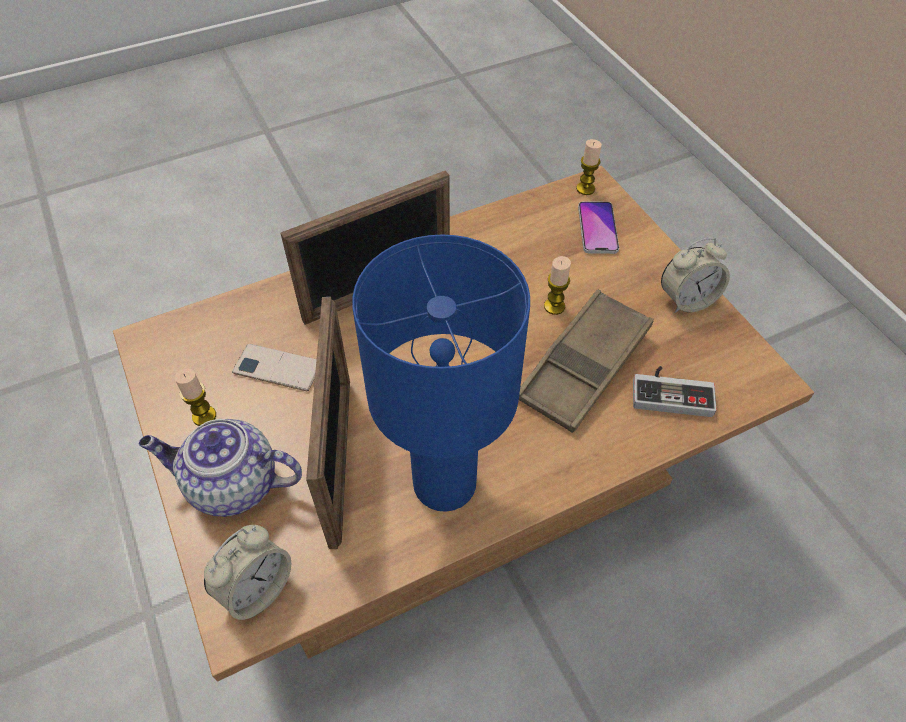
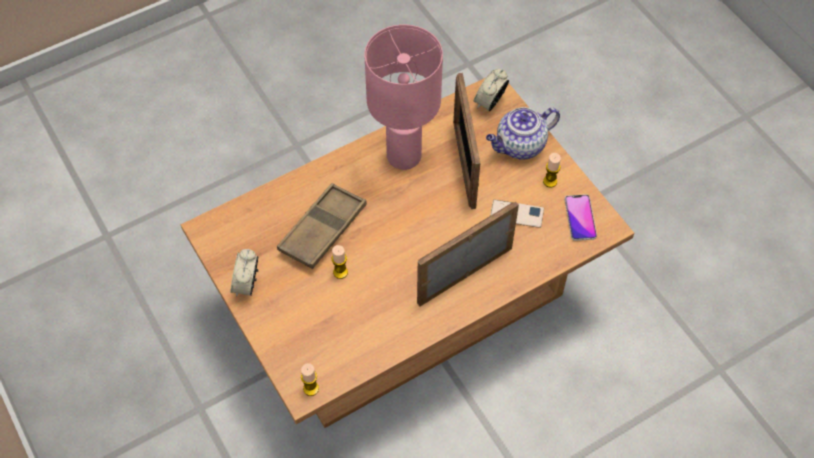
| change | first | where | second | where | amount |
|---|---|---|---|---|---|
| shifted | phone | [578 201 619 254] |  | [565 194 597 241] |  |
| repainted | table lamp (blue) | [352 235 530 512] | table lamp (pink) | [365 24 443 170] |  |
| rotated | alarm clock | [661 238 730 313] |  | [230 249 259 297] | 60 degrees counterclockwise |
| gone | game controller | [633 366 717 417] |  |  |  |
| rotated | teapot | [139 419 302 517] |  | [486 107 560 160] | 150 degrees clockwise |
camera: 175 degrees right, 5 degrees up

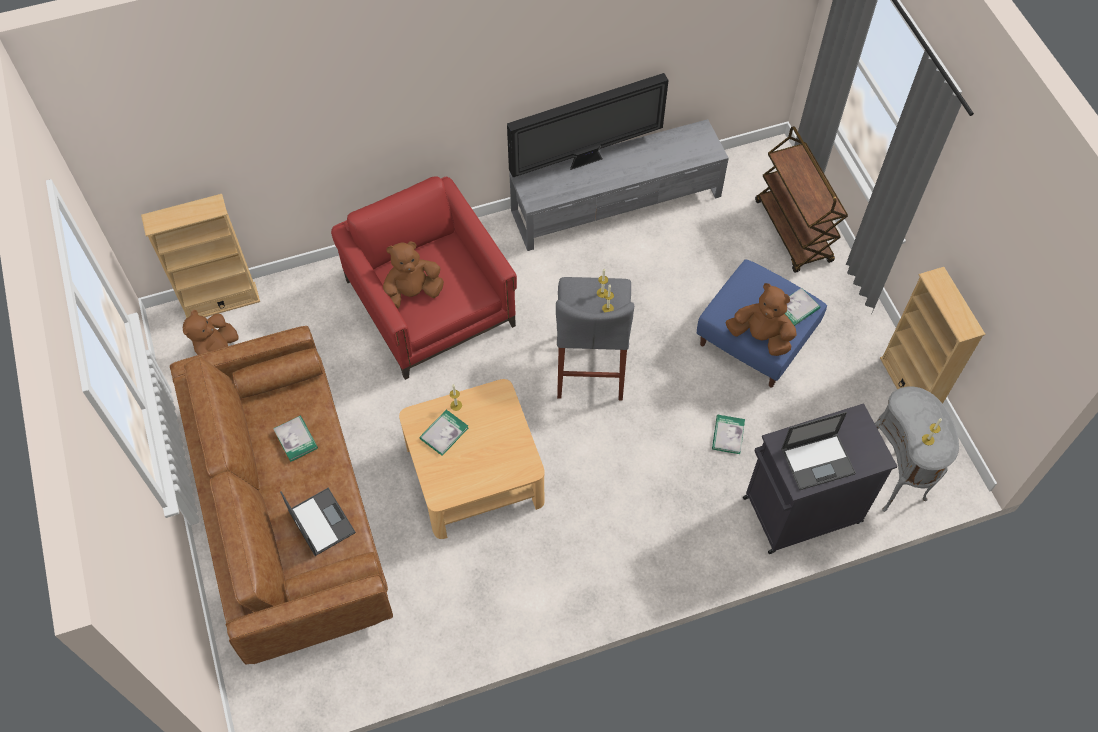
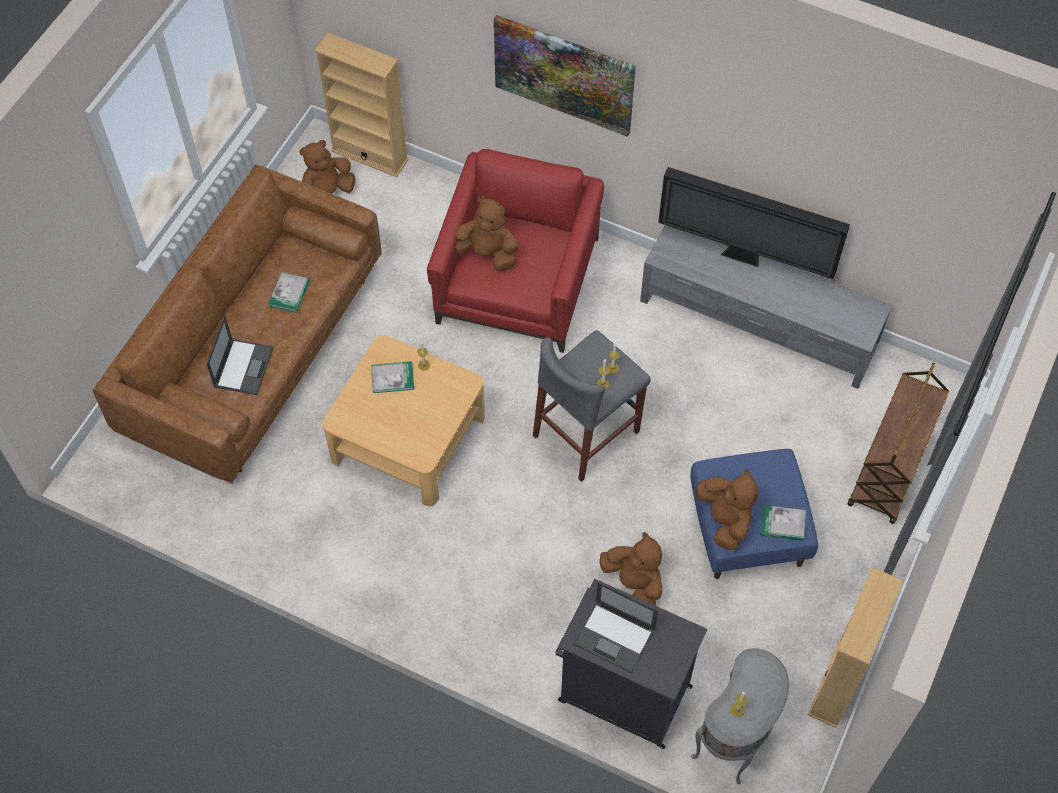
| change | first | where | second | where | amount |
|---|---|---|---|---|---|
| swapped | book | [712 415 745 454] | plush toy (brown) | [599 532 662 606] |  |
| new |  |  | picture | [494 15 636 137] |  |
camera: 45 degrees right, 0 degrees up

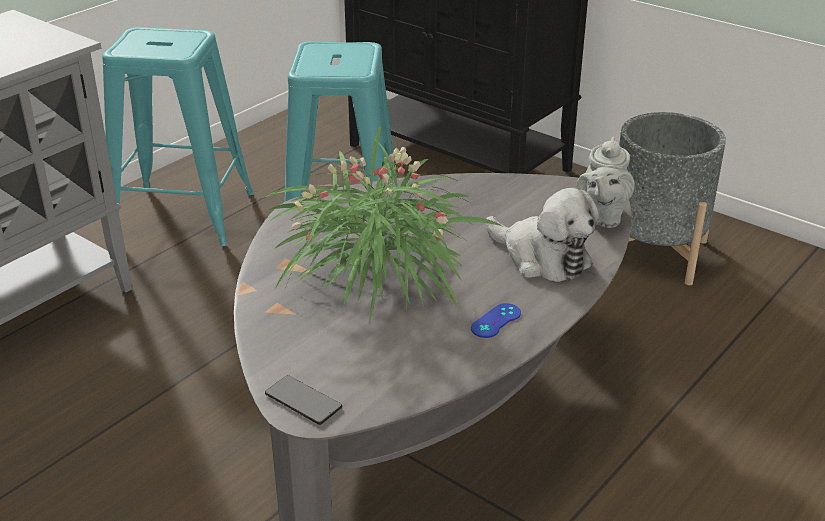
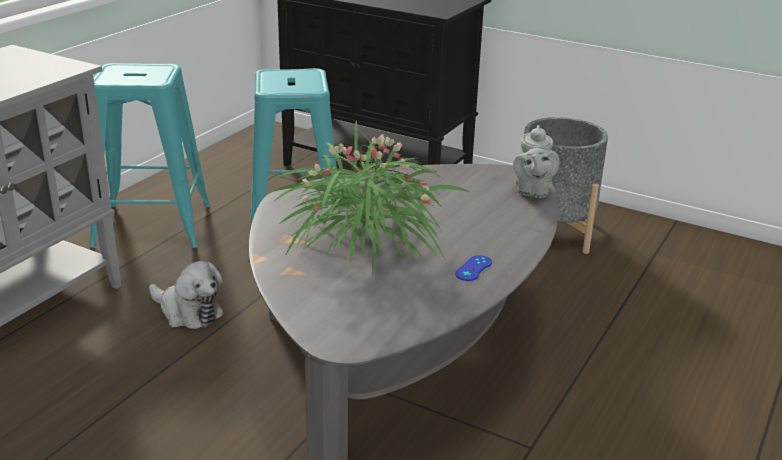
| change | first | where | second | where | amount |
|---|---|---|---|---|---|
| shifted | plush toy | [486 188 599 282] |  | [149 261 224 329] |  |
| gone | phone | [265 375 342 425] |  |  |  |
camera: 10 degrees left, 5 degrees down

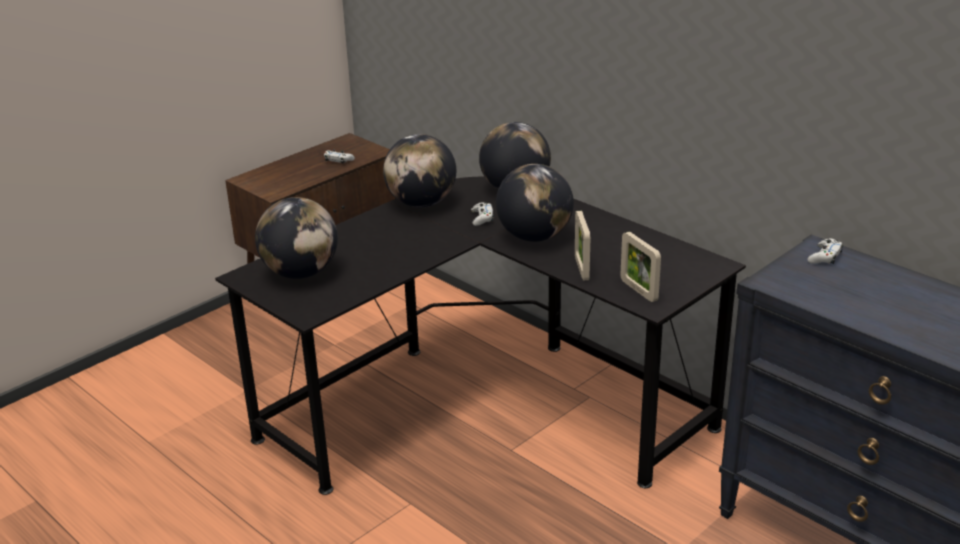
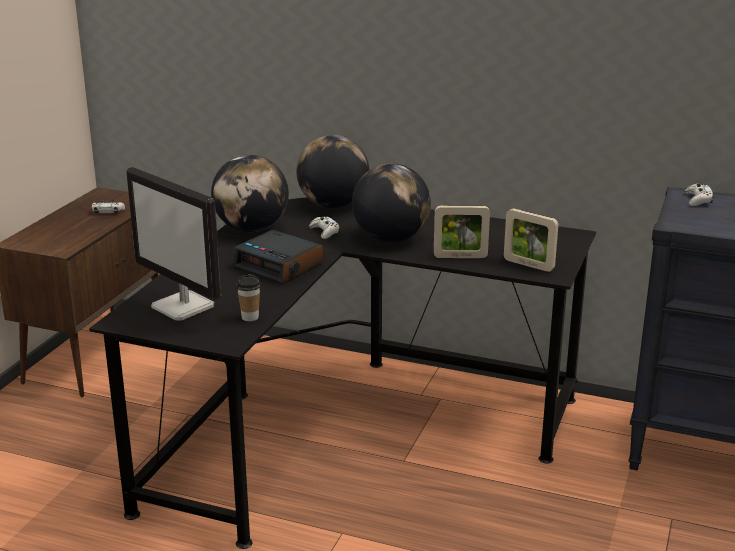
| change | first | where | second | where | amount |
|---|---|---|---|---|---|
| swapped | globe | [255 197 338 279] | monitor | [126 167 221 321] |  |
| rotated | picture frame | [575 211 590 281] |  | [434 206 490 258] | 60 degrees counterclockwise |
| new |  |  | alarm clock | [233 230 323 284] |  |
| new |  |  | cup | [236 275 261 321] |  |
camera: 25 degrees left, 5 degrees down

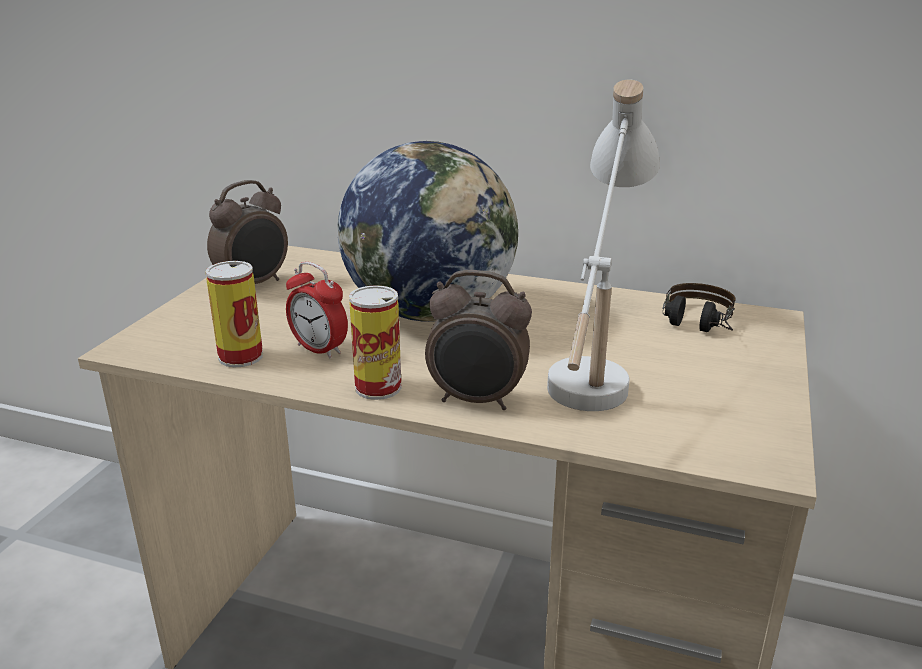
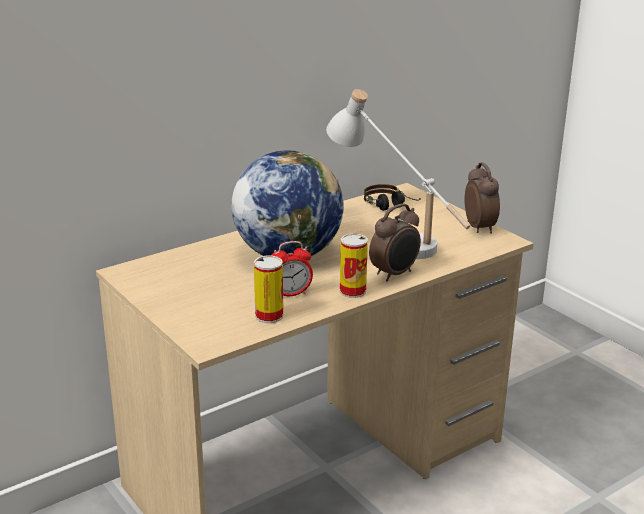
| change | first | where | second | where | amount |
|---|---|---|---|---|---|
| shifted | alarm clock | [207 180 288 284] |  | [465 162 500 234] |  |
camera: 55 degrees left, 0 degrees up

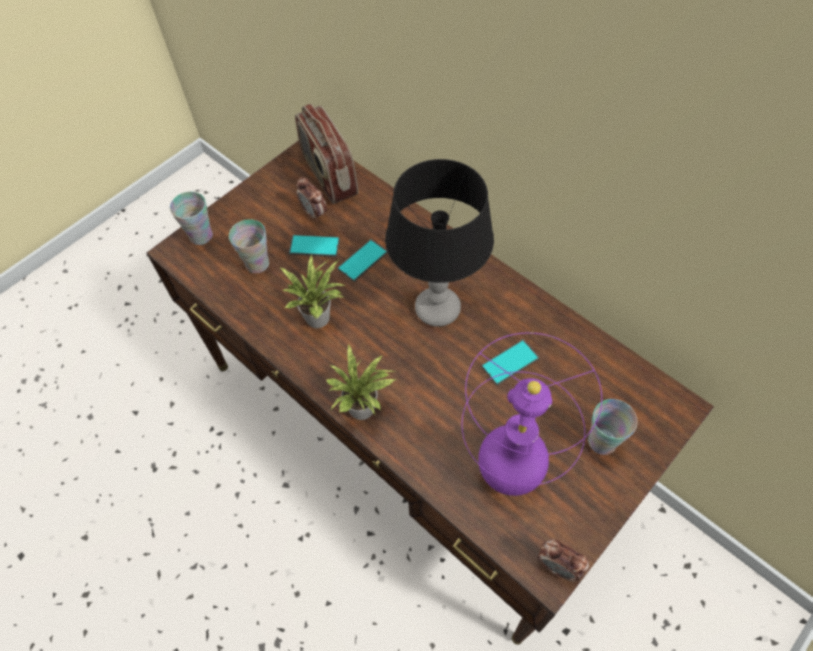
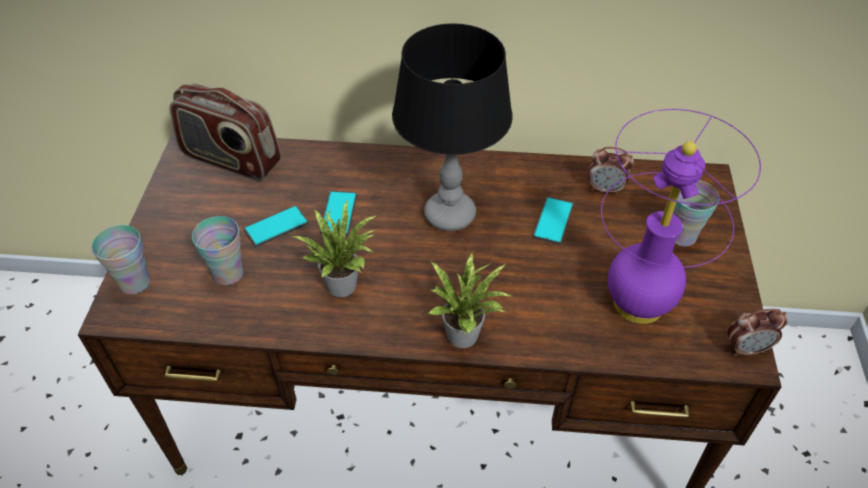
| change | first | where | second | where | amount |
|---|---|---|---|---|---|
| shifted | alarm clock | [297 177 327 222] |  | [588 147 634 195] |  |
camera: 40 degrees left, 10 degrees down

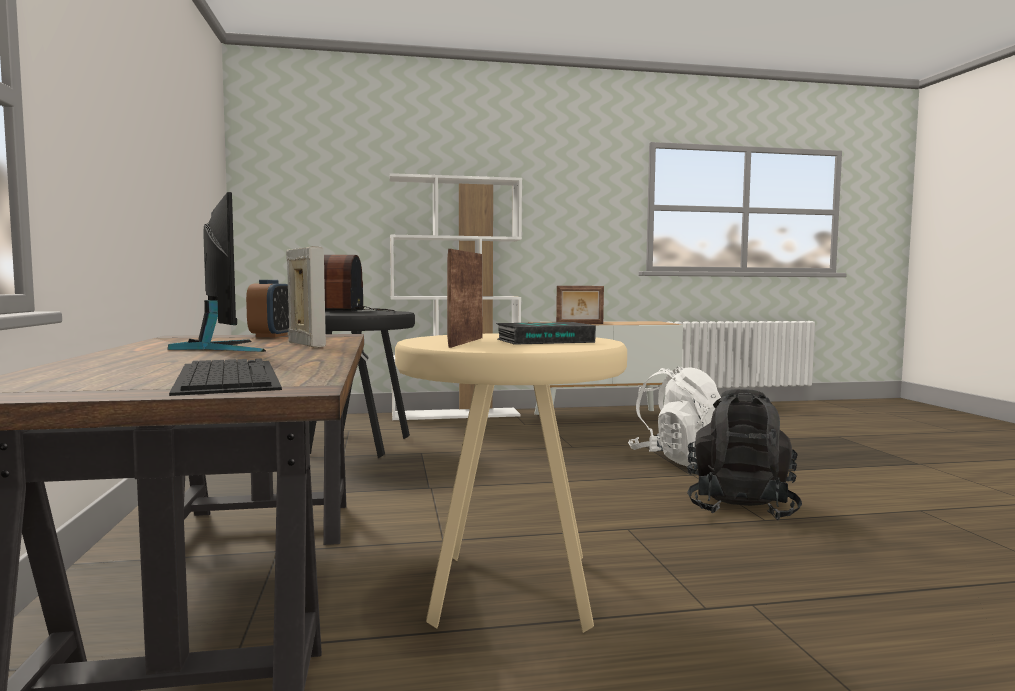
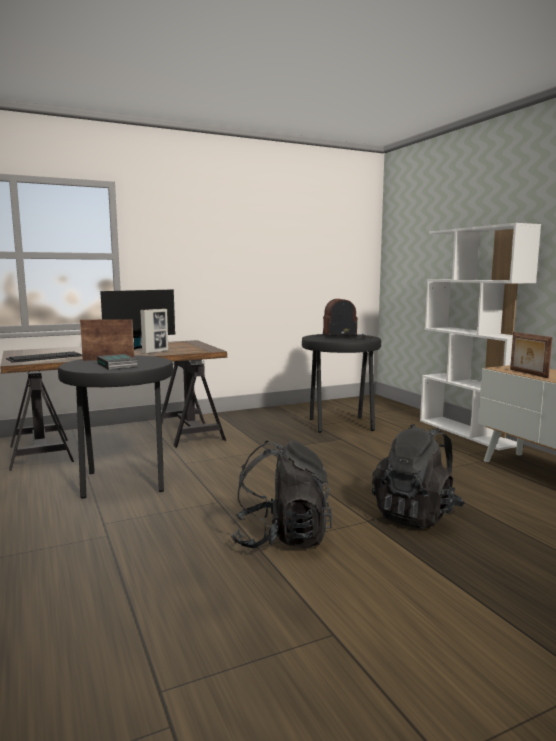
| change | first | where | second | where | amount |
|---|---|---|---|---|---|
| gone | alarm clock | [246 280 289 337] |  |  |  |
| repainted | stool (beige) | [395 334 627 633] | stool (black) | [58 356 173 499] |  |
| repainted | backpack (white) | [628 366 721 467] | backpack (black) | [372 424 465 529] |  |
camera: 75 degrees right, 5 degrees up

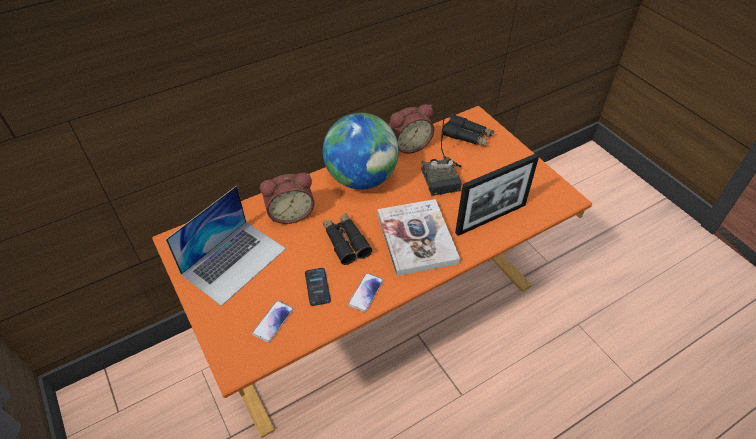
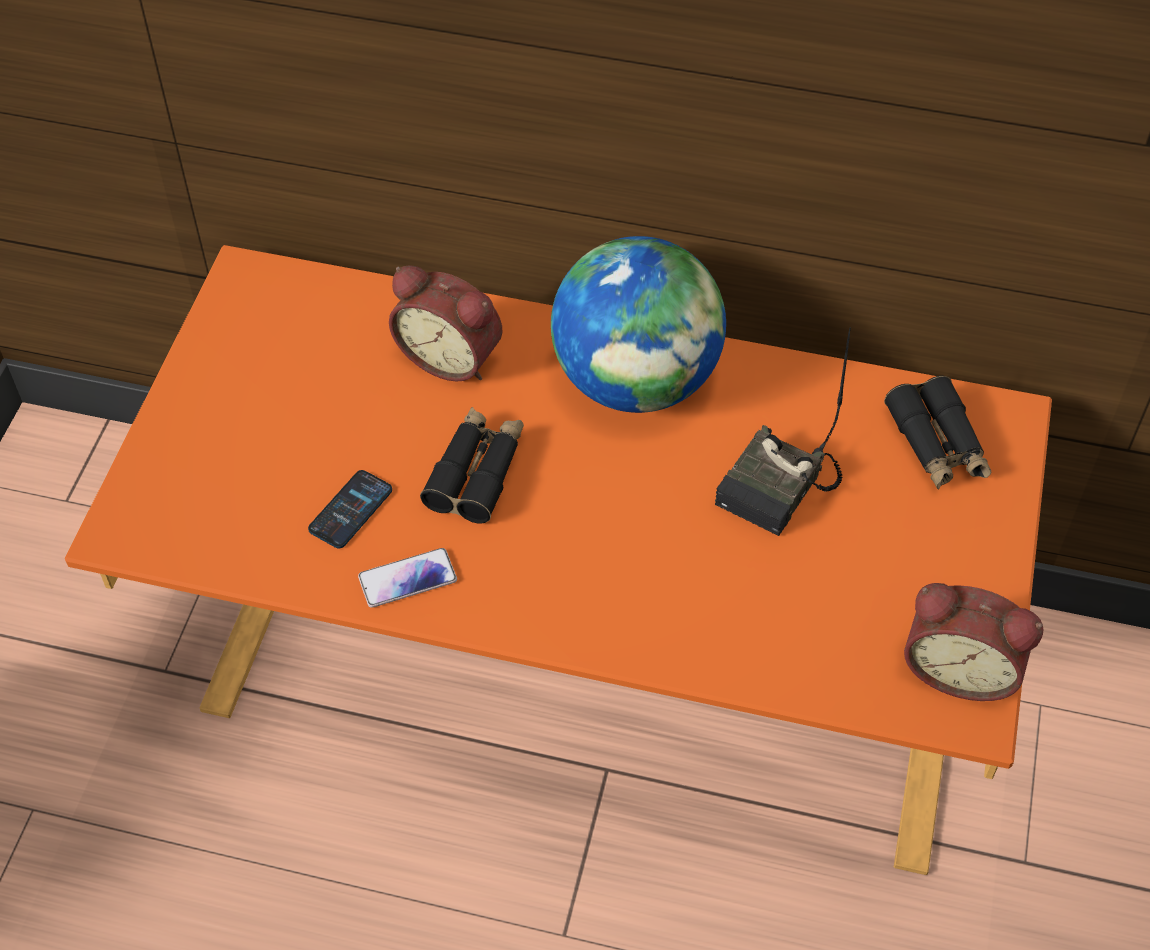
| change | first | where | second | where | amount |
|---|---|---|---|---|---|
| shifted | alarm clock | [389 104 434 154] |  | [904 583 1043 701] |  |
| gone | picture frame | [455 153 539 236] |  |  |  |
| gone | laptop | [166 186 286 306] |  |  |  |
| gone | book | [377 199 460 276] |  |  |  |
| gone | phone | [252 300 294 343] |  |  |  |
camera: 45 degrees right, 5 degrees up

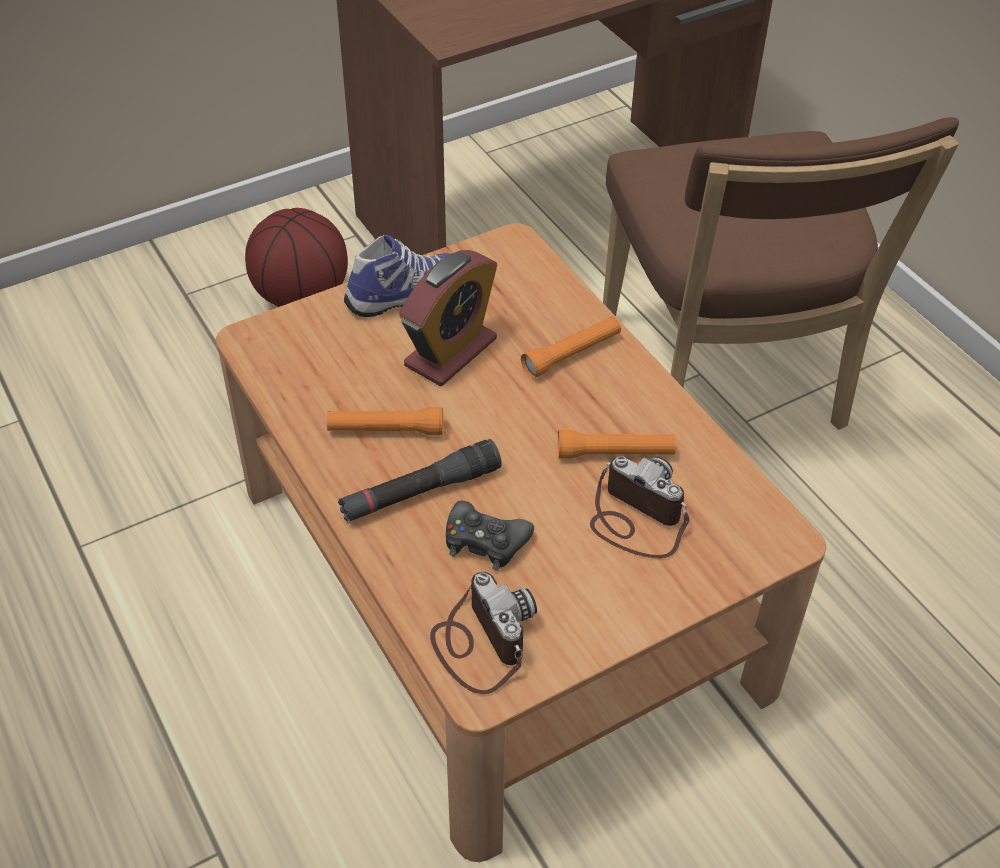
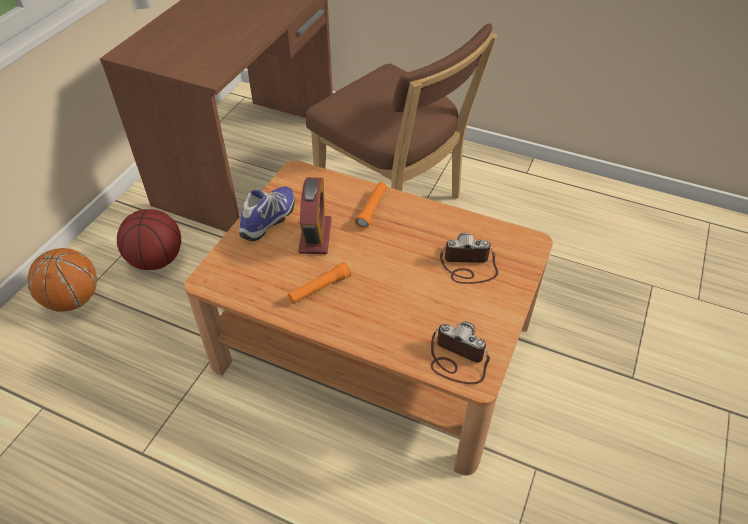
| change | first | where | second | where | amount |
|---|---|---|---|---|---|
| gone | flashlight (orange) | [558 430 676 458] |  |  |  |
| gone | flashlight (black) | [338 439 502 522] |  |  |  |
| gone | game controller (black) | [446 500 534 571] |  |  |  |
| new |  |  | basketball | [27 248 97 312] |  |
camera: 35 degrees left, 0 degrees up

